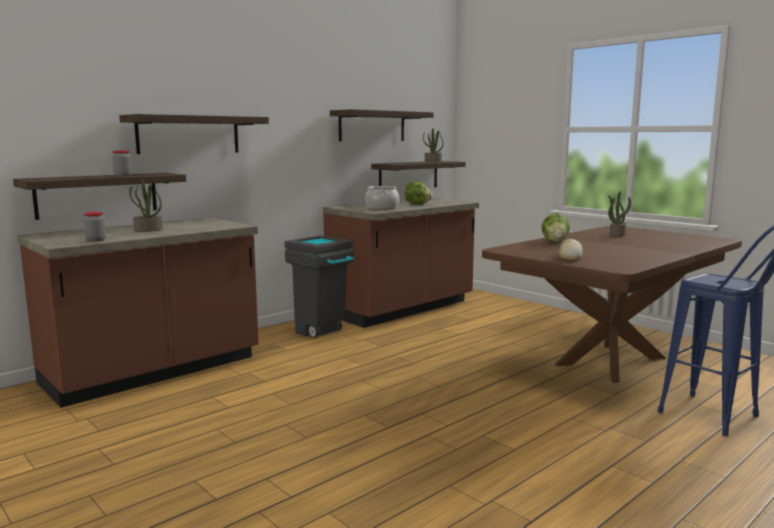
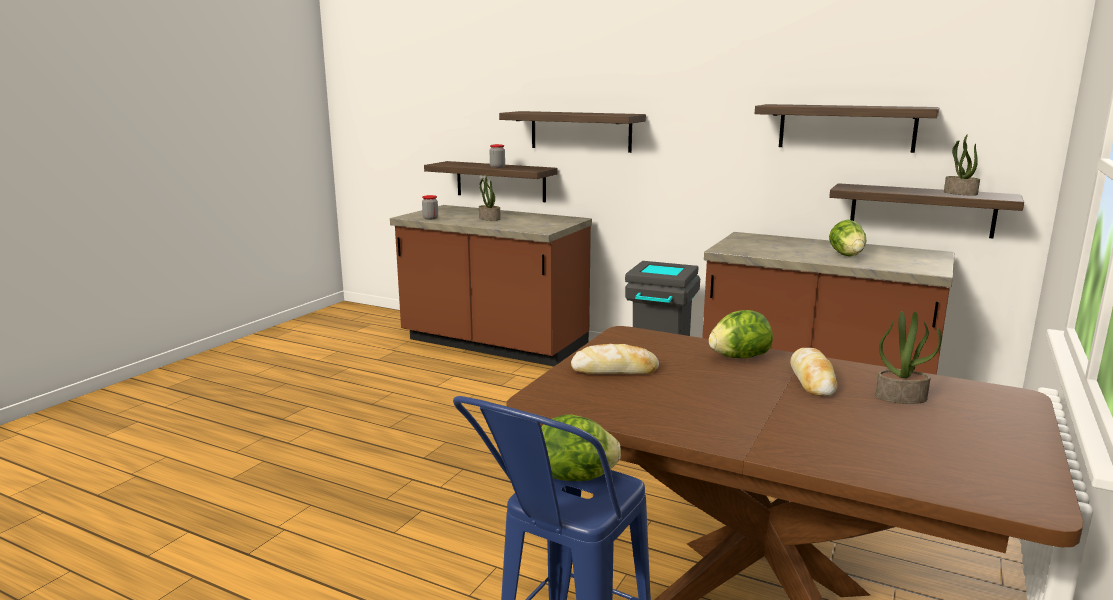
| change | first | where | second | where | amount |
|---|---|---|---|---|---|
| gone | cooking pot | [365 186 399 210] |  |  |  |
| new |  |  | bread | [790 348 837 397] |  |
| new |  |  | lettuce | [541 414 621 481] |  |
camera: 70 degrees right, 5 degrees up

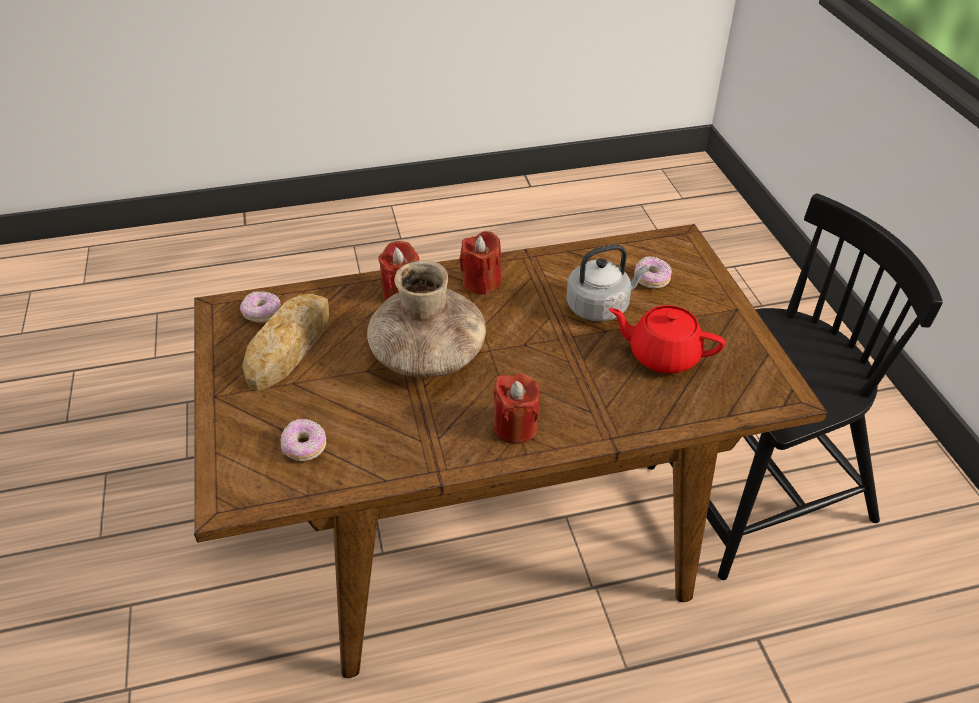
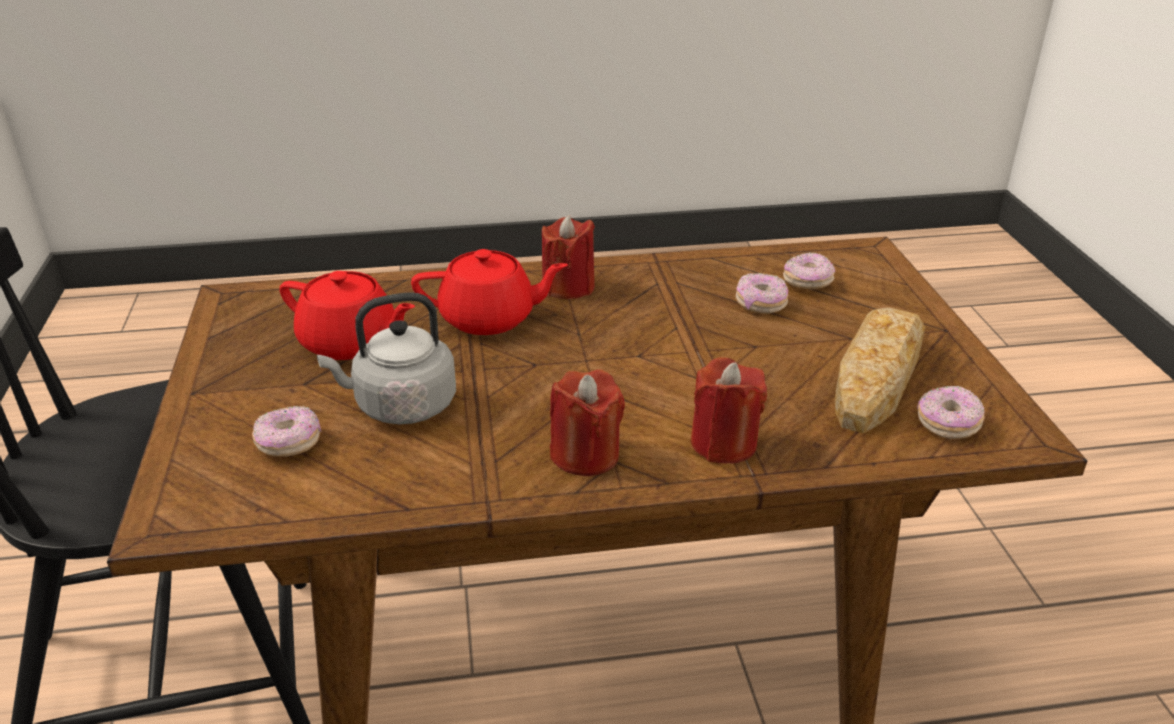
| change | first | where | second | where | amount |
|---|---|---|---|---|---|
| gone | vase (brown) | [367 260 486 377] |  |  |  |
| new |  |  | teapot (red) | [411 249 568 335] |  |
| new |  |  | donut | [736 273 788 314] |  |
camera: 175 degrees left, 10 degrees down

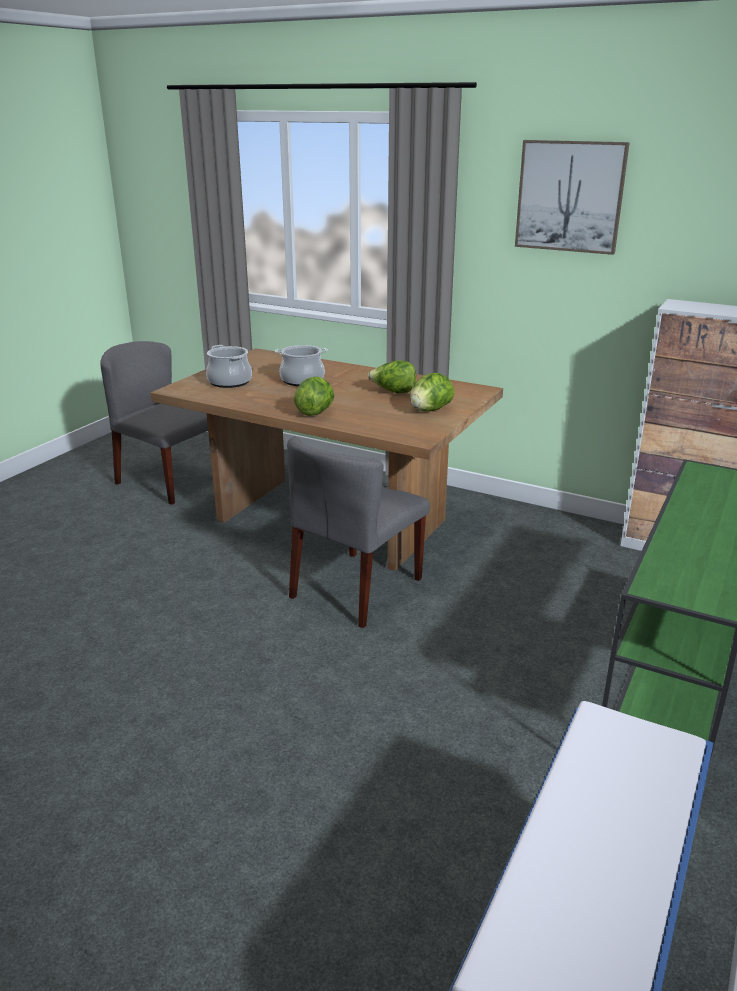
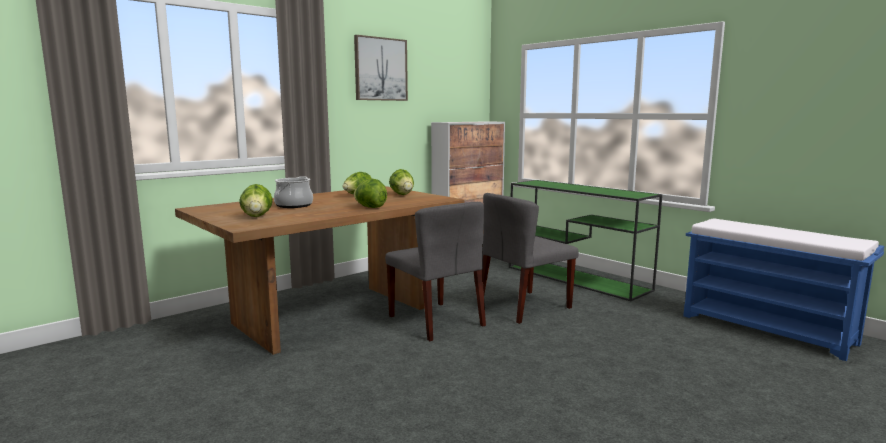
| change | first | where | second | where | amount |
|---|---|---|---|---|---|
| shifted | chair (grey) | [100 341 208 505] |  | [482 193 579 324] |  |
| swapped | cooking pot | [206 345 252 388] | lettuce | [239 184 273 217] |  |
camera: 70 degrees left, 15 degrees down

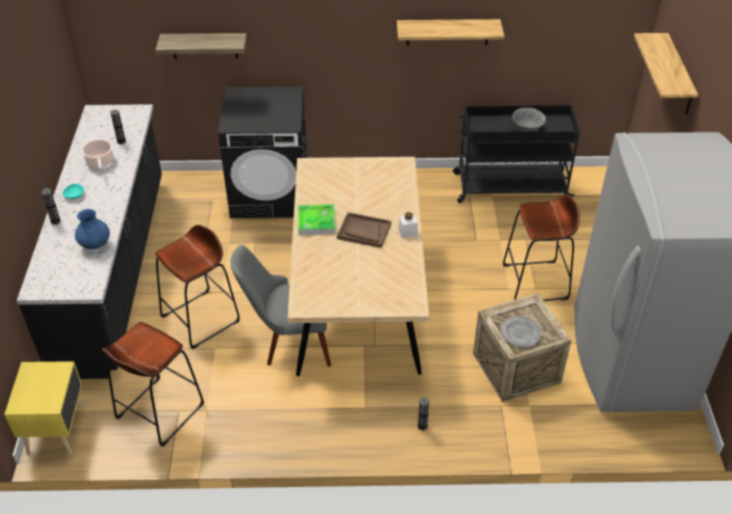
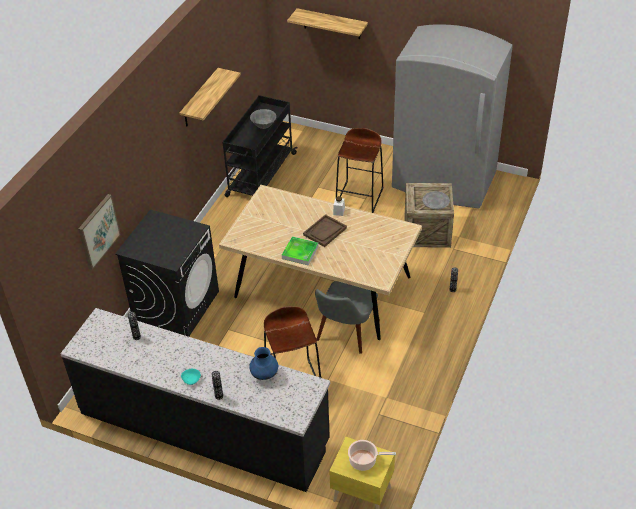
| change | first | where | second | where | amount |
|---|---|---|---|---|---|
| swapped | shelf | [156 33 247 59] | picture | [78 194 121 270] |  |
| shifted | cooking pot | [81 139 113 169] |  | [348 440 396 471] |  |
| gone | stool (brown) | [102 322 204 447] |  |  |  |
camera: 65 degrees left, 0 degrees up

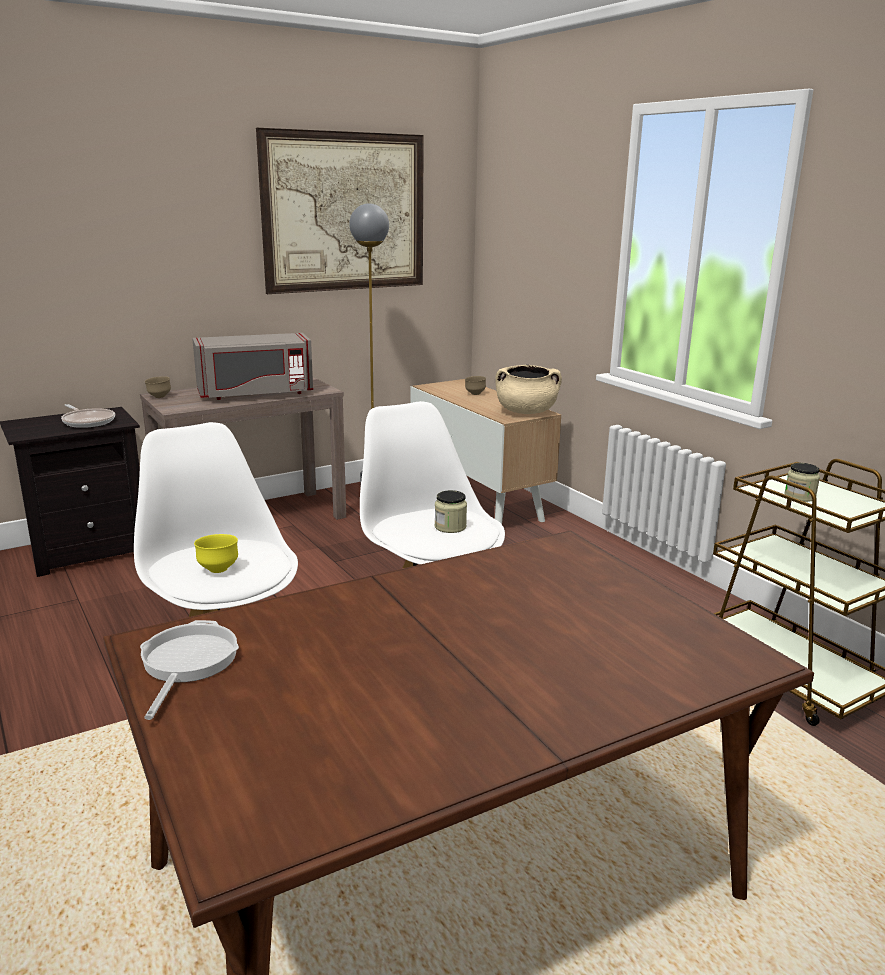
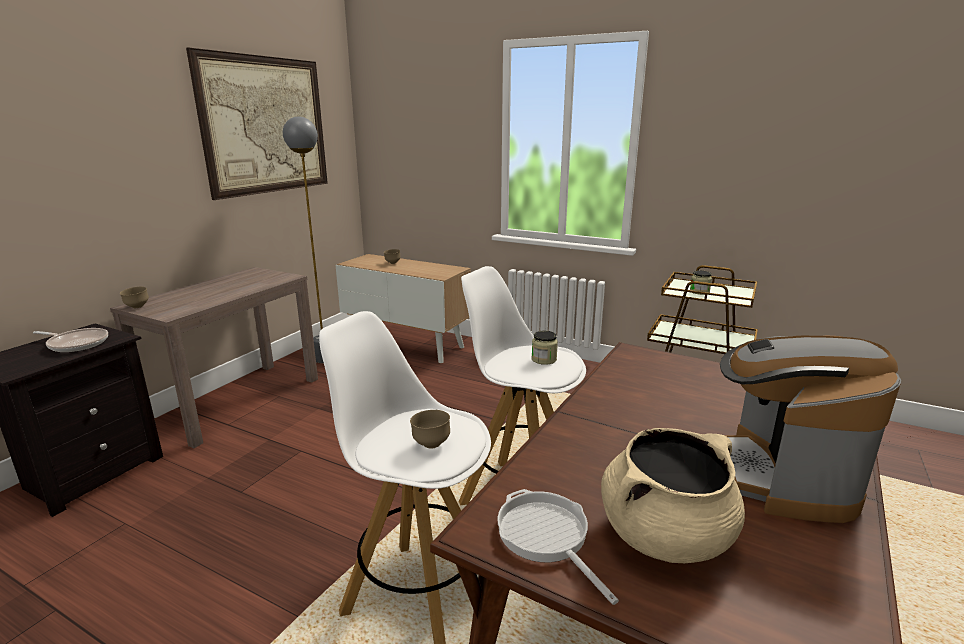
| change | first | where | second | where | amount |
|---|---|---|---|---|---|
| gone | microwave (grey) | [192 333 313 400] |  |  |  |
| shifted | cooking pot (beige) | [495 365 562 414] |  | [601 428 745 563] |  |
| repainted | bowl (yellow) | [194 534 238 573] | bowl (brown) | [410 410 450 448] |  |
| new |  |  | coffee machine | [720 336 902 523] |  |
camera: 30 degrees left, 0 degrees up

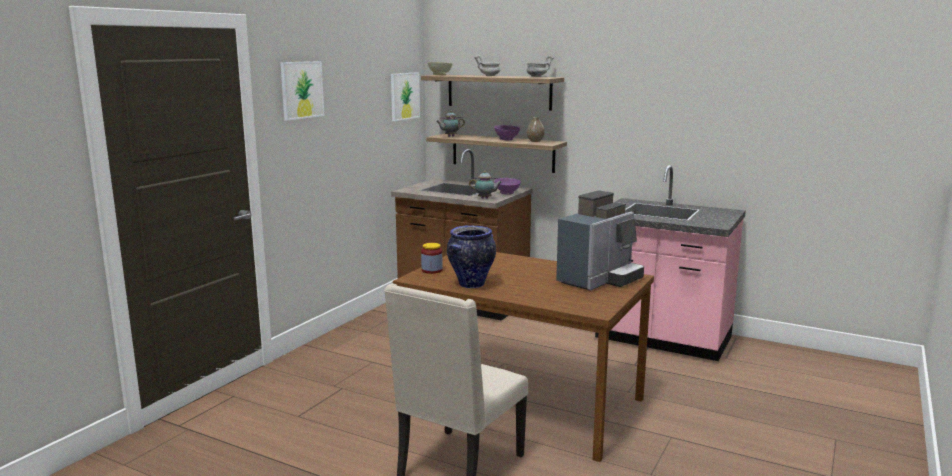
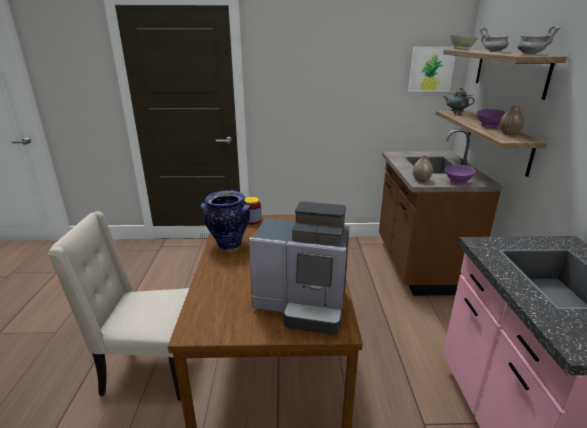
| change | first | where | second | where | amount |
|---|---|---|---|---|---|
| gone | picture | [280 61 324 121] |  |  |  |
| swapped | teapot | [469 171 502 199] | vase | [413 156 433 182] |  |
camera: 60 degrees right, 10 degrees up

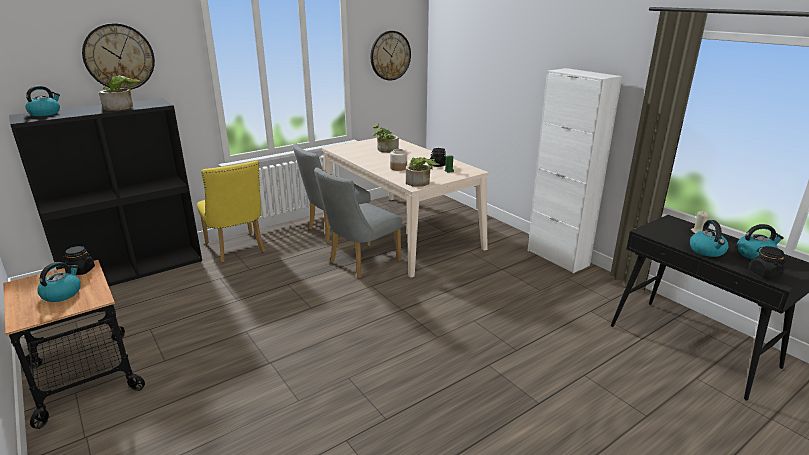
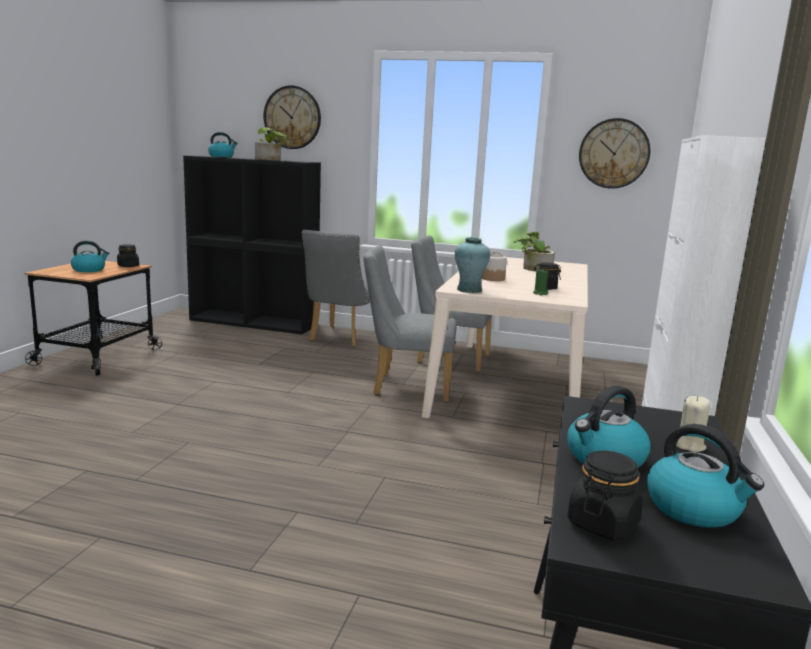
| change | first | where | second | where | amount |
|---|---|---|---|---|---|
| swapped | potted plant | [406 157 440 187] | vase (turquoise) | [455 237 490 293] |  |
| repainted | chair (yellow) | [197 161 265 263] | chair (grey) | [302 230 376 347] |  |
camera: 50 degrees right, 10 degrees down

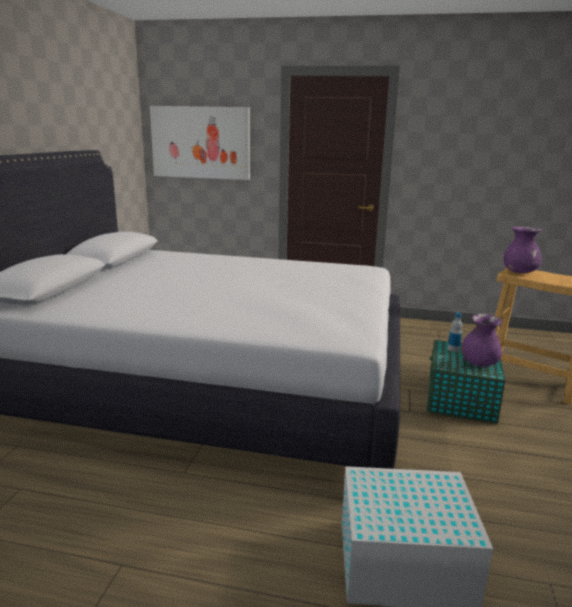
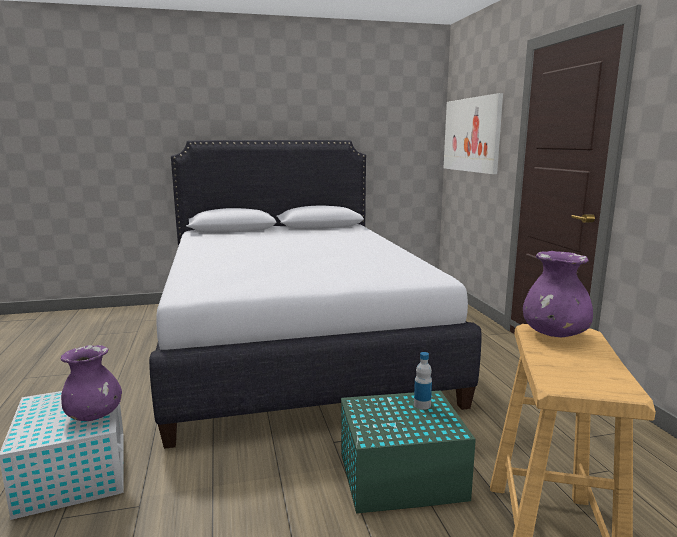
| change | first | where | second | where | amount |
|---|---|---|---|---|---|
| shifted | vase (purple) | [461 314 502 367] |  | [61 345 122 421] |  |
camera: 65 degrees right, 5 degrees down

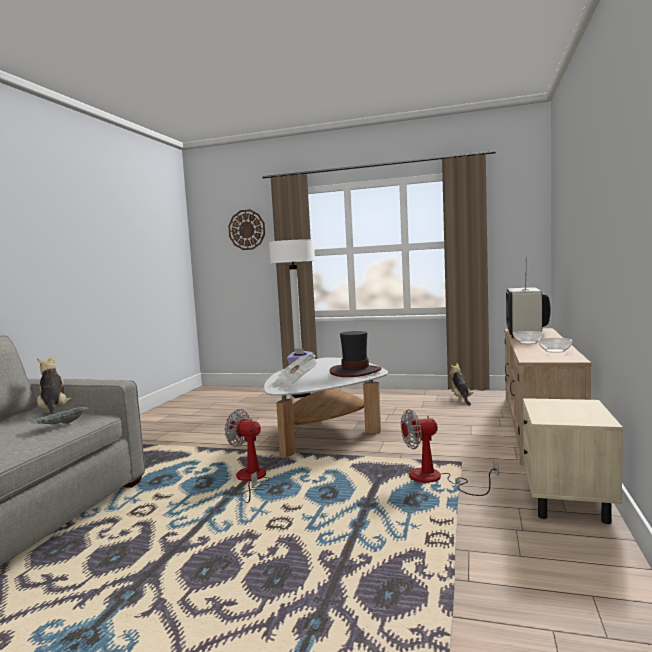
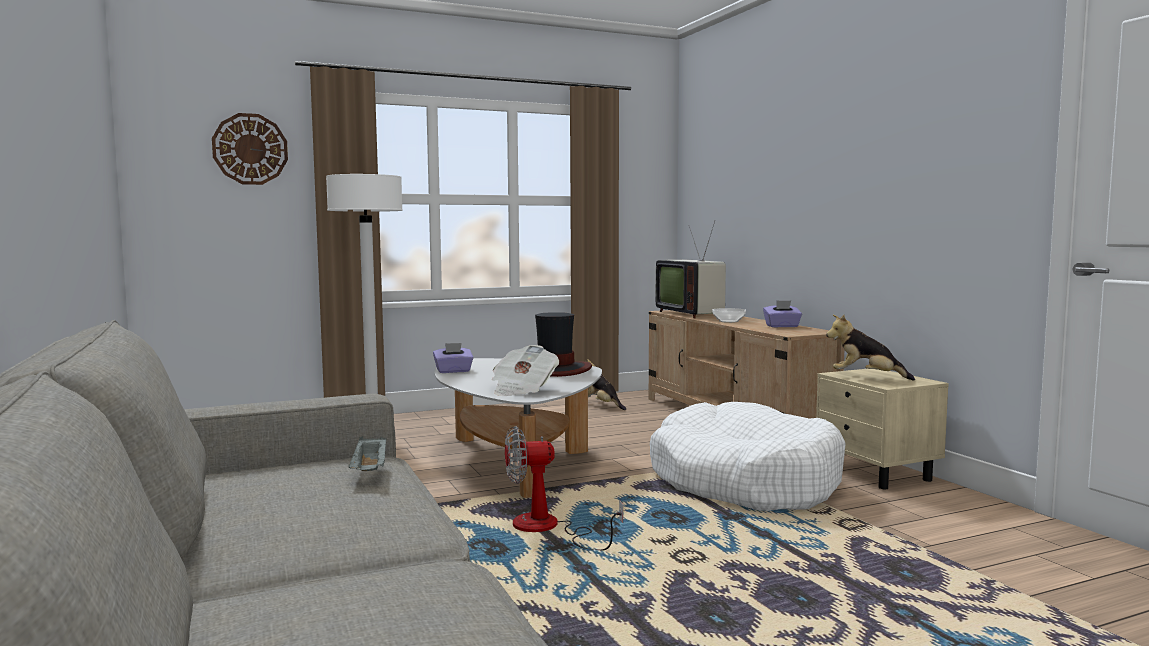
| change | first | where | second | where | amount |
|---|---|---|---|---|---|
| swapped | bowl | [538 338 573 353] | tissue box (purple) | [763 300 802 327] |  |
| shifted | plush toy | [37 357 72 414] |  | [826 315 915 381] |  |
| swapped | fan | [401 409 498 496] | dog bed (white) | [650 402 846 511] |  |
camera: 40 degrees left, 0 degrees up

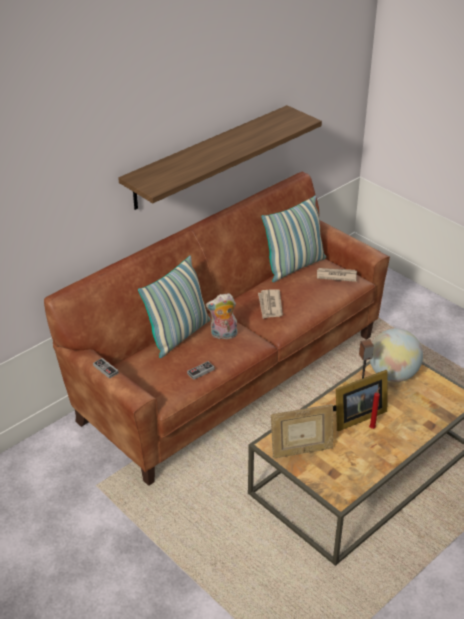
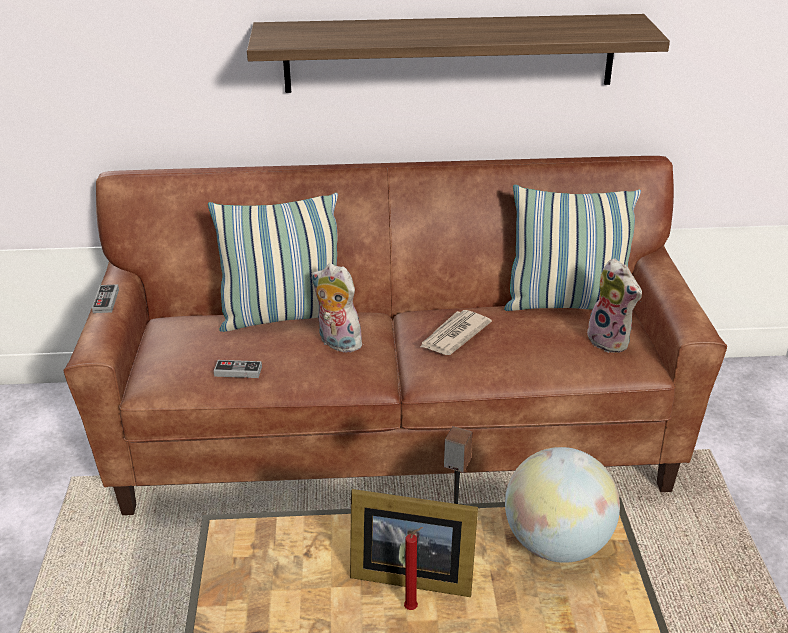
| change | first | where | second | where | amount |
|---|---|---|---|---|---|
| swapped | newspaper | [317 268 357 282] | plush toy | [587 258 642 353] |  |
| gone | picture frame | [271 404 333 459] |  |  |  |
camera: 40 degrees right, 5 degrees down

